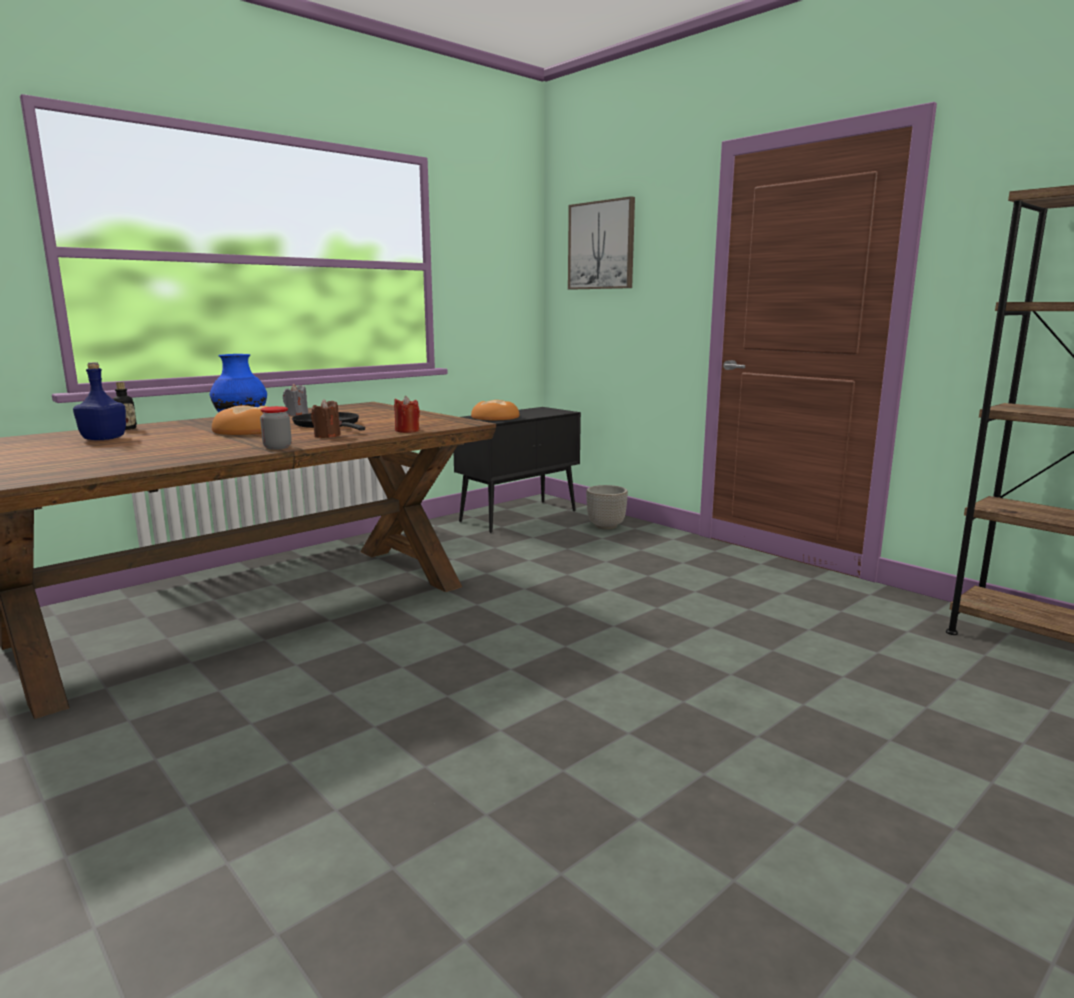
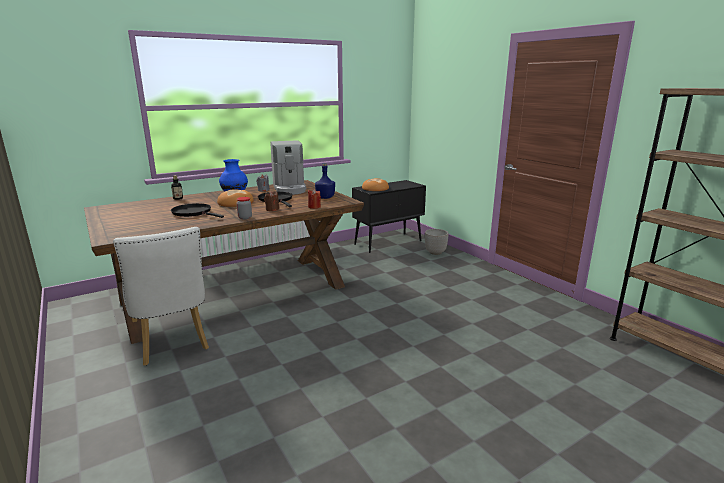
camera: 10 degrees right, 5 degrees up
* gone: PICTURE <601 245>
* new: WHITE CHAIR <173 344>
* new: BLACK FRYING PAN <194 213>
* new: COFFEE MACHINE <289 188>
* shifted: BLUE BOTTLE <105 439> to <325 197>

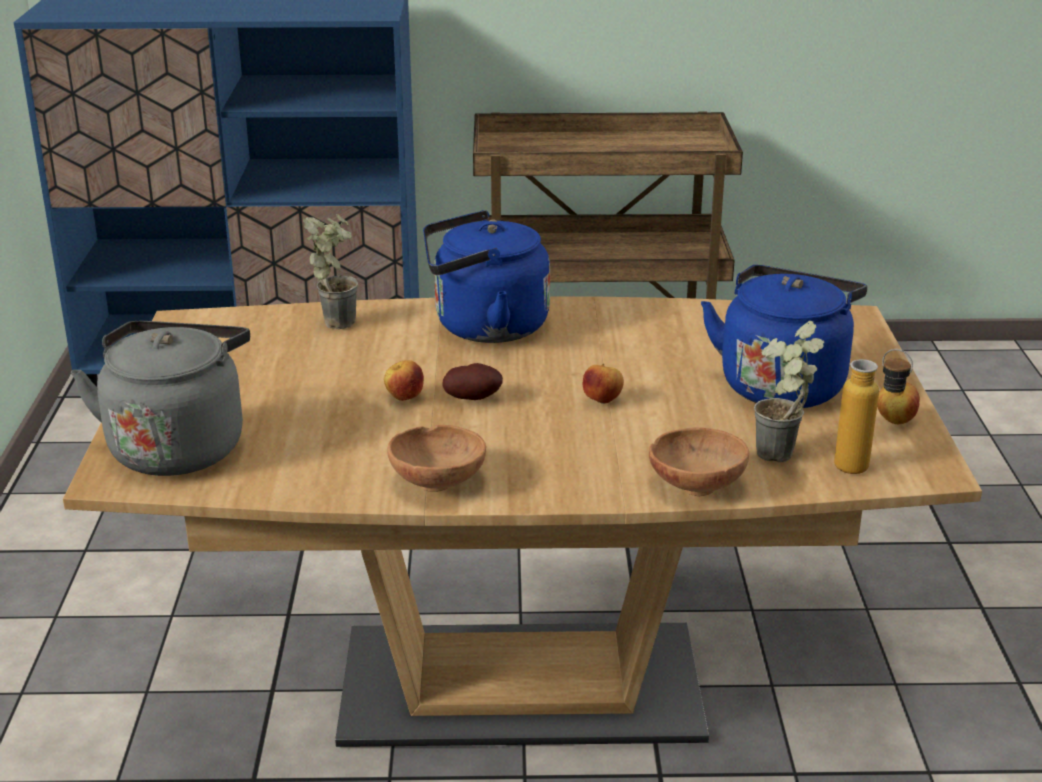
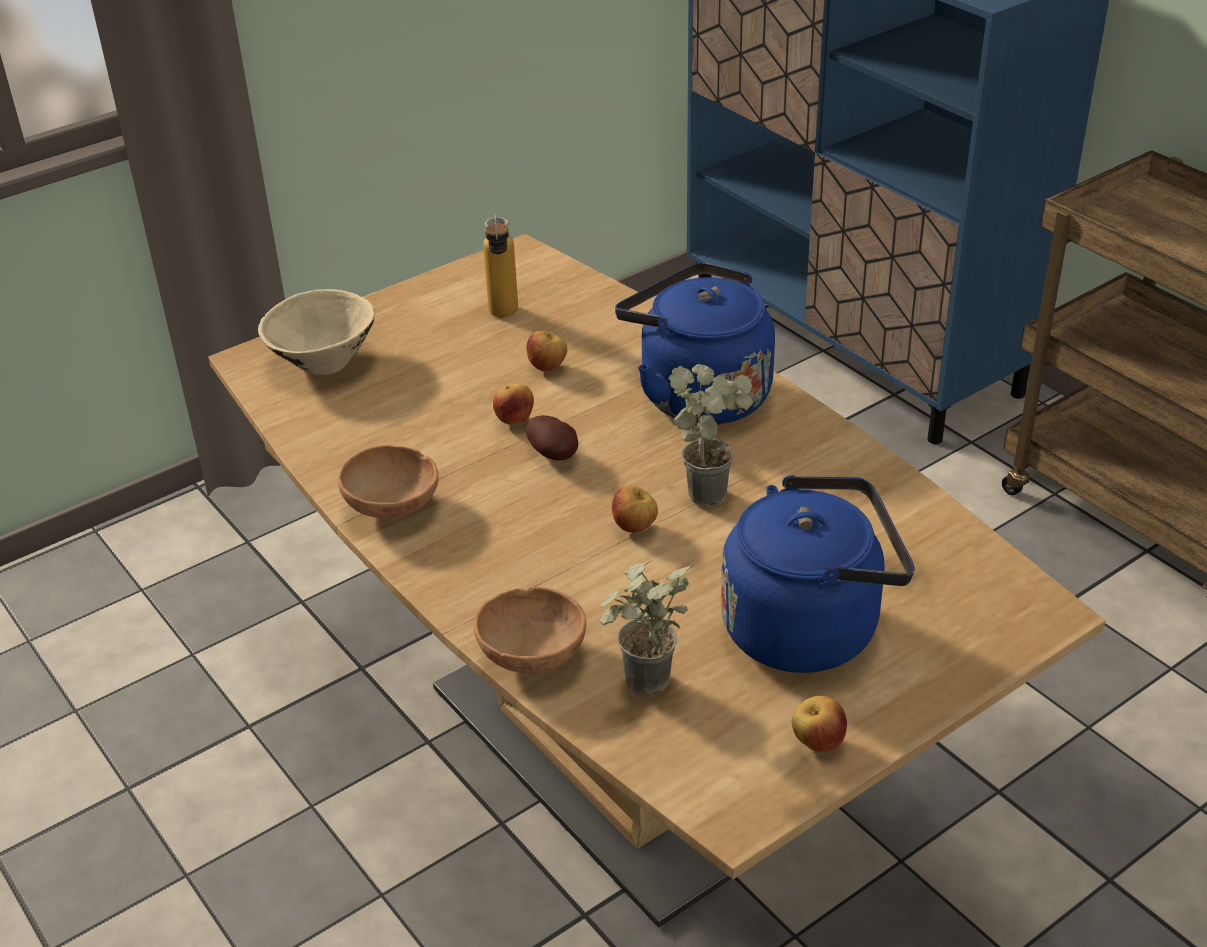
camera: 55 degrees right, 10 degrees up
* new: APPLE <548 368>
* shifted: POTTED PLANT <337 320> to <712 489>
* shifted: BOTTLE <865 470> to <503 317>
* swapped: GREY KETTLE <178 446> to BEIGE BOWL <324 360>

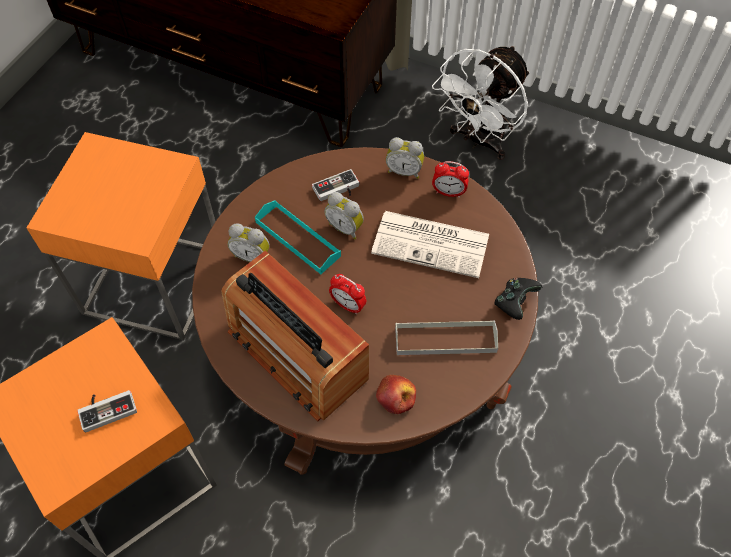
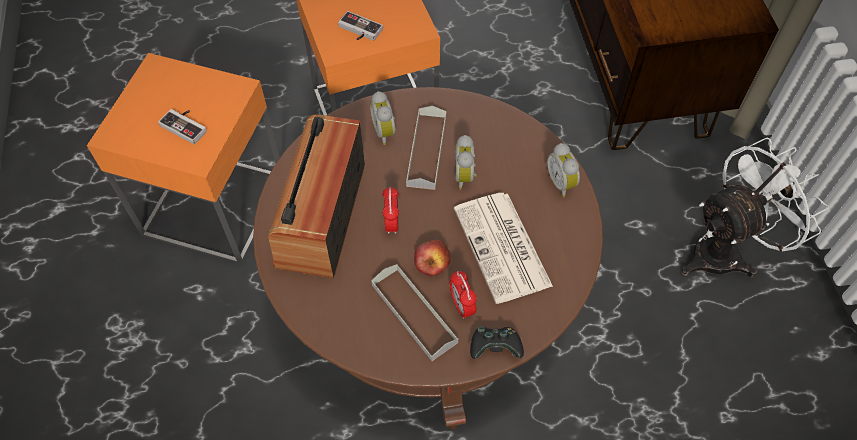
camera: 55 degrees right, 0 degrees up
* shifted: GAME CONTROLLER <337 190> to <358 31>
* shifted: APPLE <396 397> to <432 261>
* shifted: ALARM CLOCK <448 192> to <462 305>
* repainted: TURQUOISE TRAY <297 239> to GREY TRAY <426 150>
* rotated: WHITE FAN <479 141> = <725 251> 150 degrees clockwise

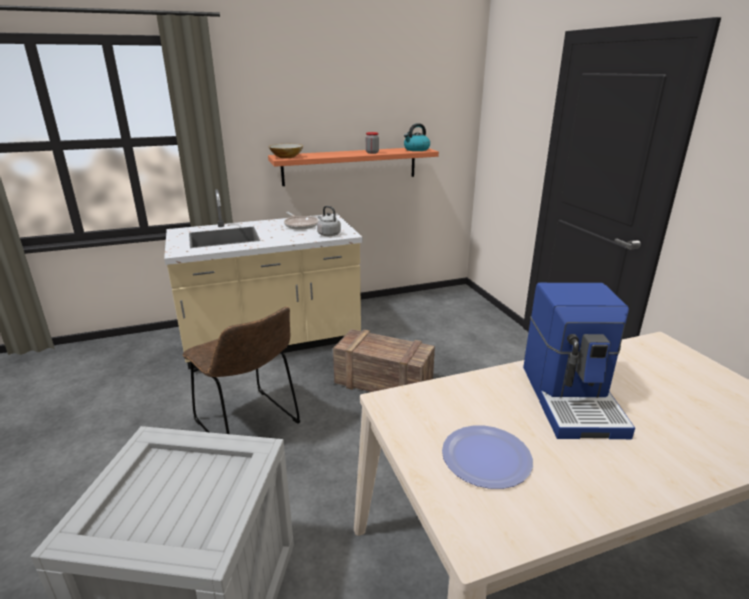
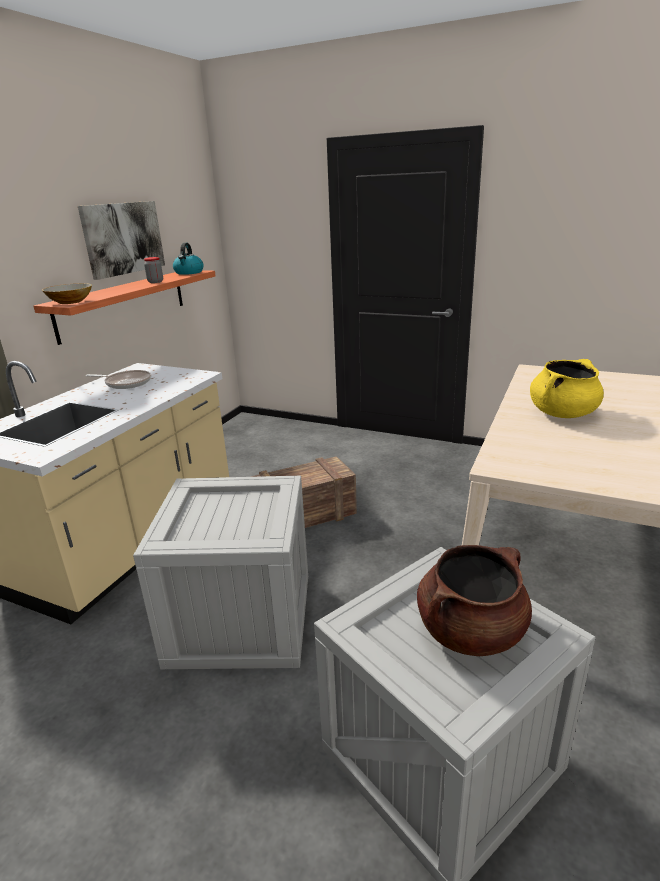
camera: 45 degrees left, 0 degrees up
* gone: GREY KETTLE <328 234>
* gone: PLATE <486 458>
* new: PICTURE <123 238>
* new: BROWN COOKING POT <470 631>
* swapped: BROWN CHAIR <250 425> to CRATE <243 619>
* swapped: COFFEE MACHINE <573 399> to YELLOW COOKING POT <562 413>

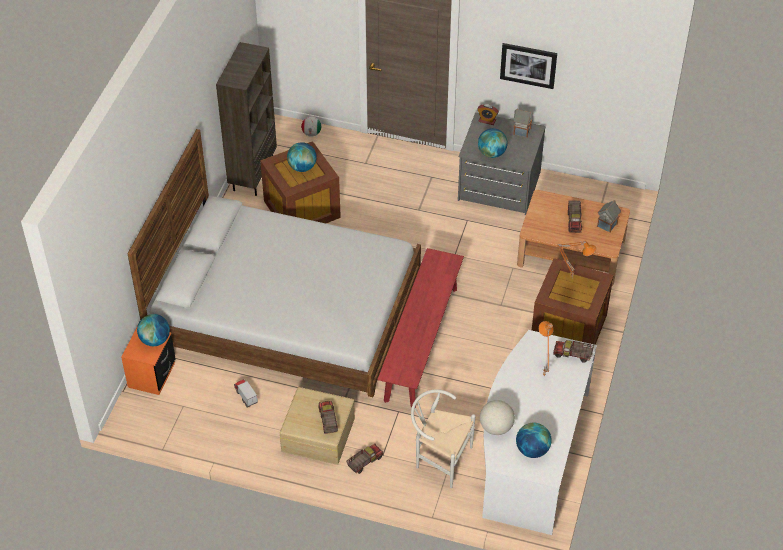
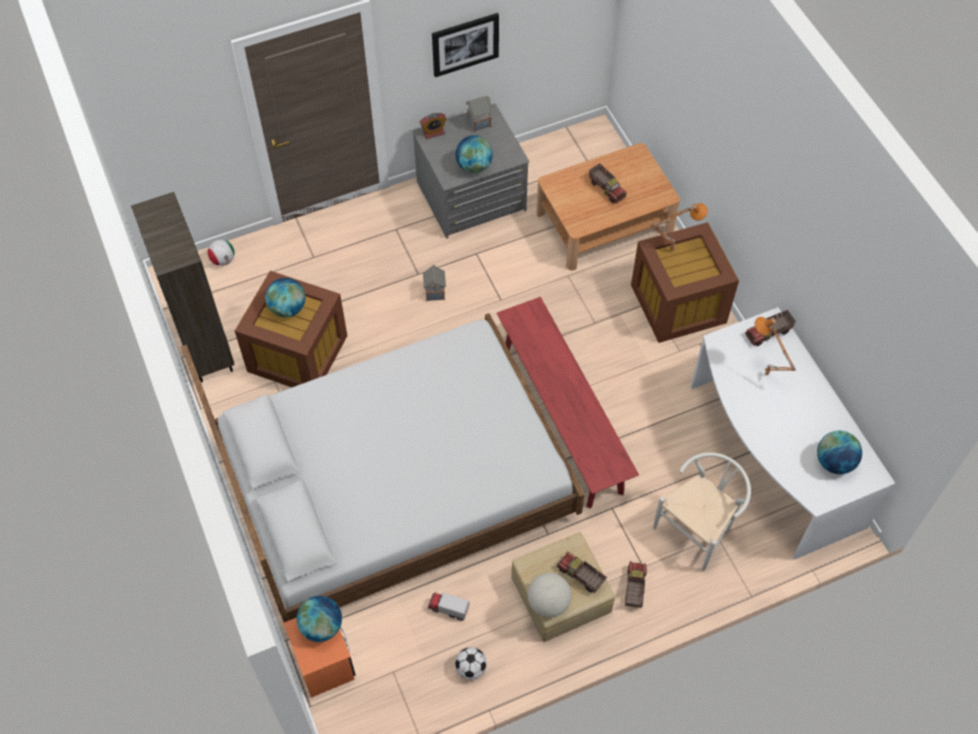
camera: 40 degrees left, 10 degrees up
* new: FOOTBALL <471 668>
* shifted: GLOBE <496 427> to <548 602>
* shifted: TOY HOUSE <607 225> to <435 293>
* rotated: WHITE CHAIR <439 459> = <697 529> 150 degrees clockwise

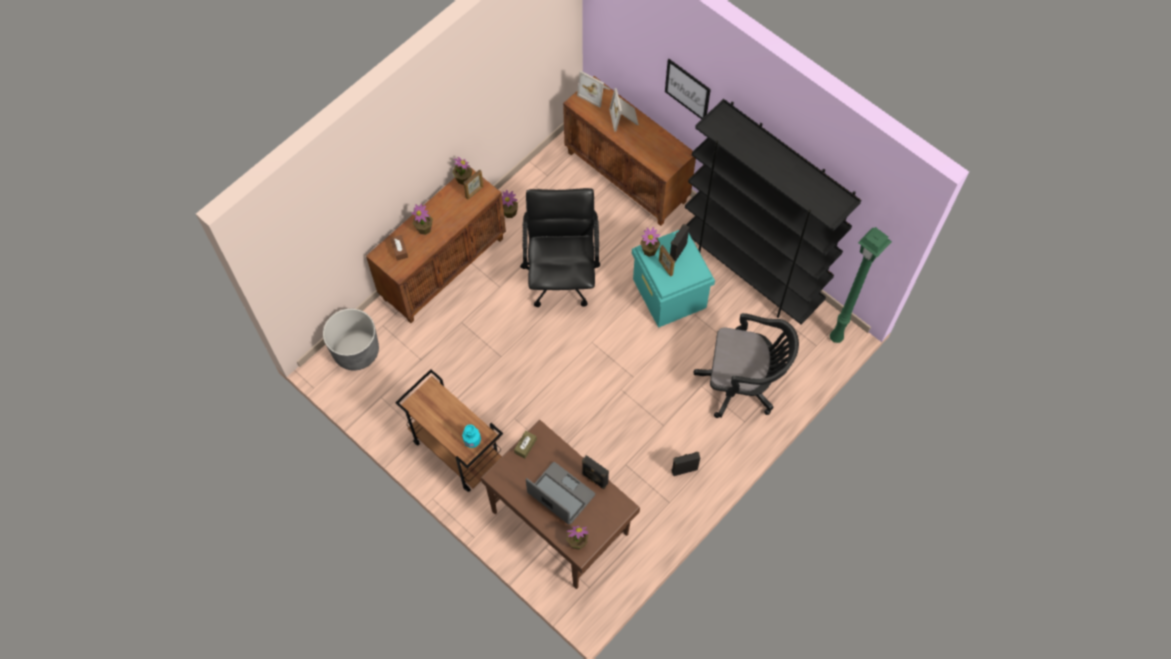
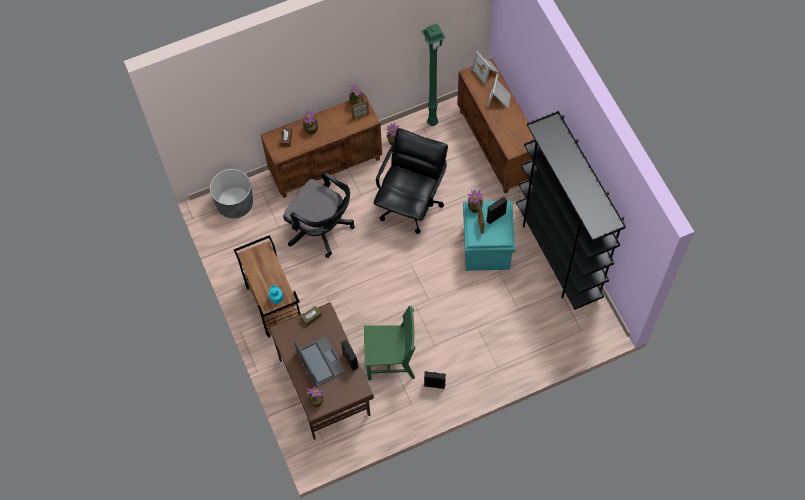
camera: 25 degrees right, 0 degrees up
* gone: PICTURE <687 90>
* new: GREEN CHAIR <391 360>
* shifted: BLACK OFFICE CHAIR <742 383> to <322 229>
* shifted: GREEN FLOOR LAMP <836 339> to <432 123>

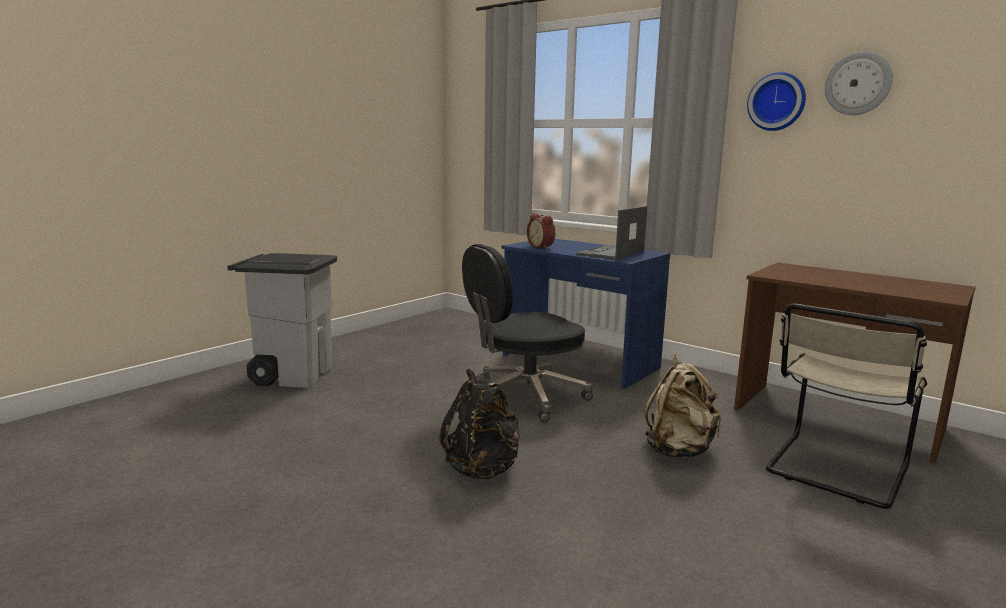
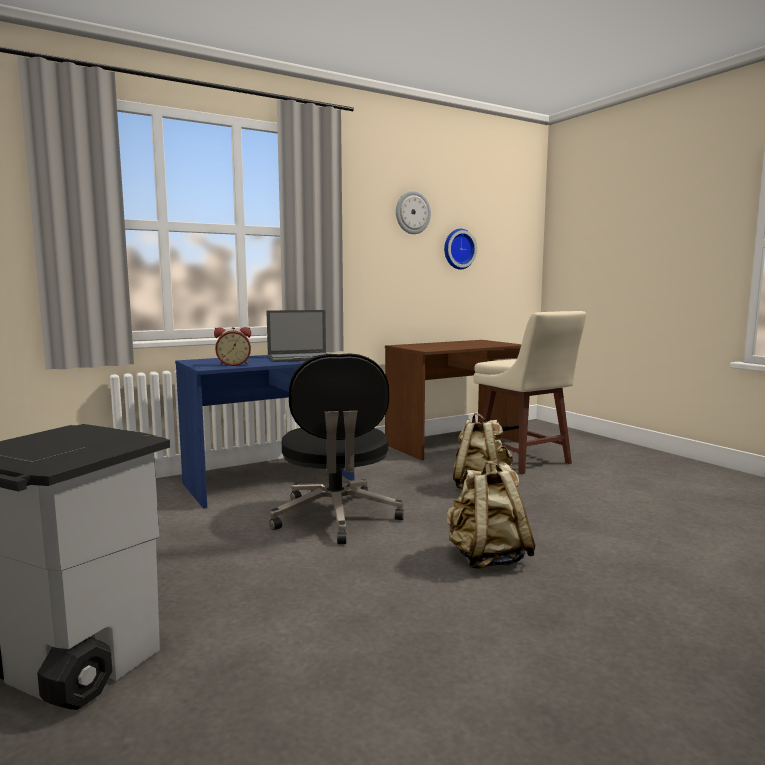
camera: 70 degrees left, 5 degrees down
* shifted: WALL CLOCK <777 102> to <458 249>
* swapped: BEIGE CHAIR <835 471> to BEIGE STOOL <524 461>
* repainted: BLACK BACKPACK <483 468> to BEIGE BACKPACK <487 559>
* rotated: LAPTOP <610 253> = <301 358> 75 degrees counterclockwise

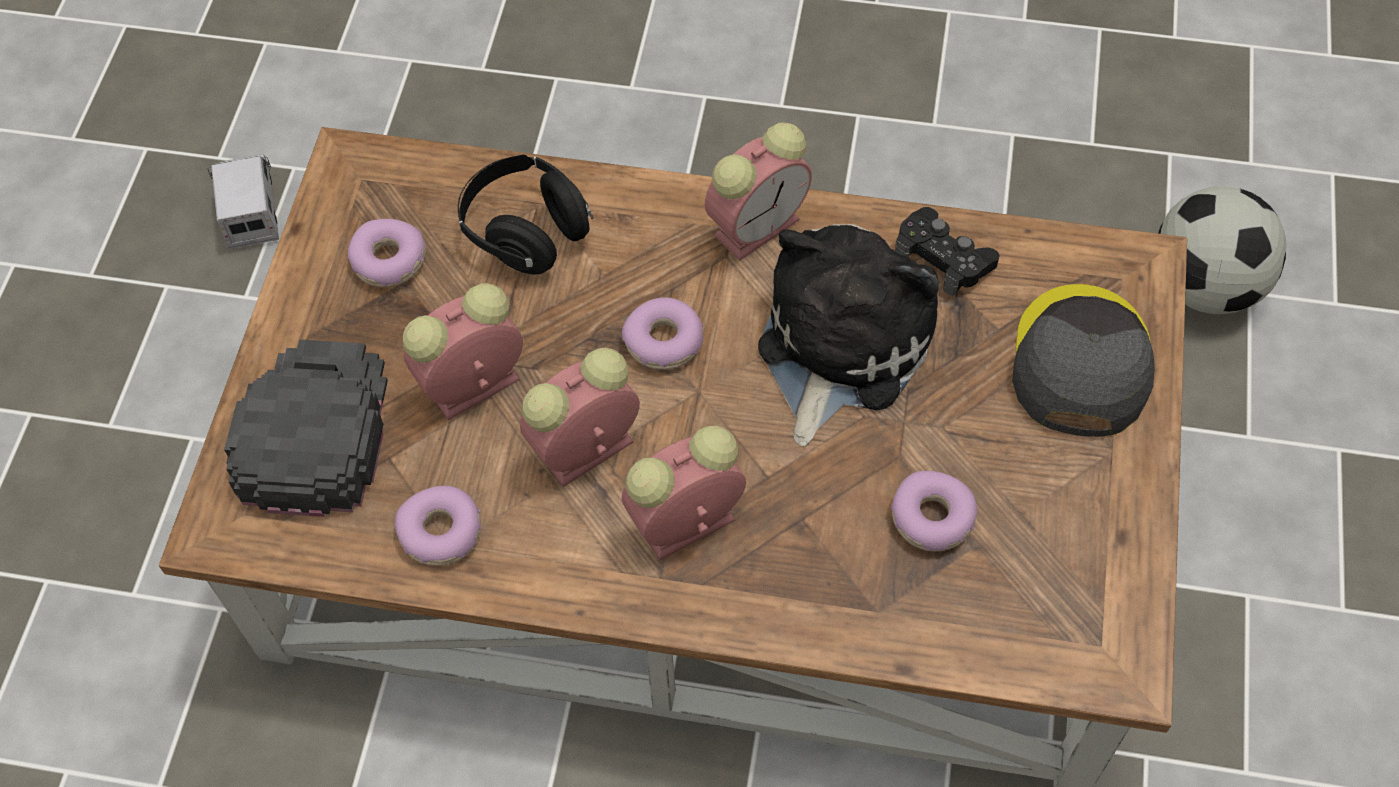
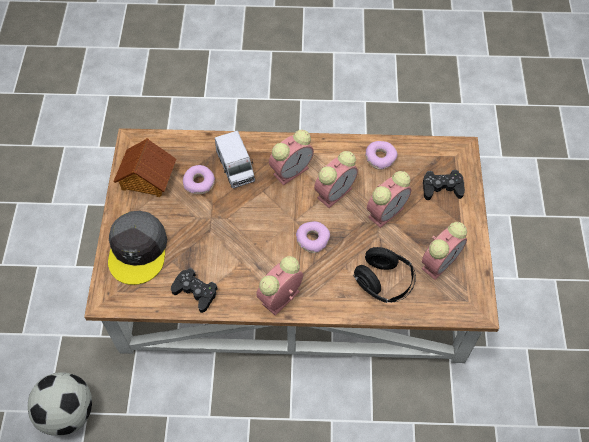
camera: 170 degrees right, 0 degrees up
* gone: PLUSH TOY <839 345>
* new: TOY HOUSE <146 178>
* shifted: TOY TRUCK <251 209> to <235 167>
* swapped: BLACK CAP <314 430> to BLACK GAME CONTROLLER <441 188>
* swapped: DONUT <389 261> to ALARM CLOCK <440 261>

